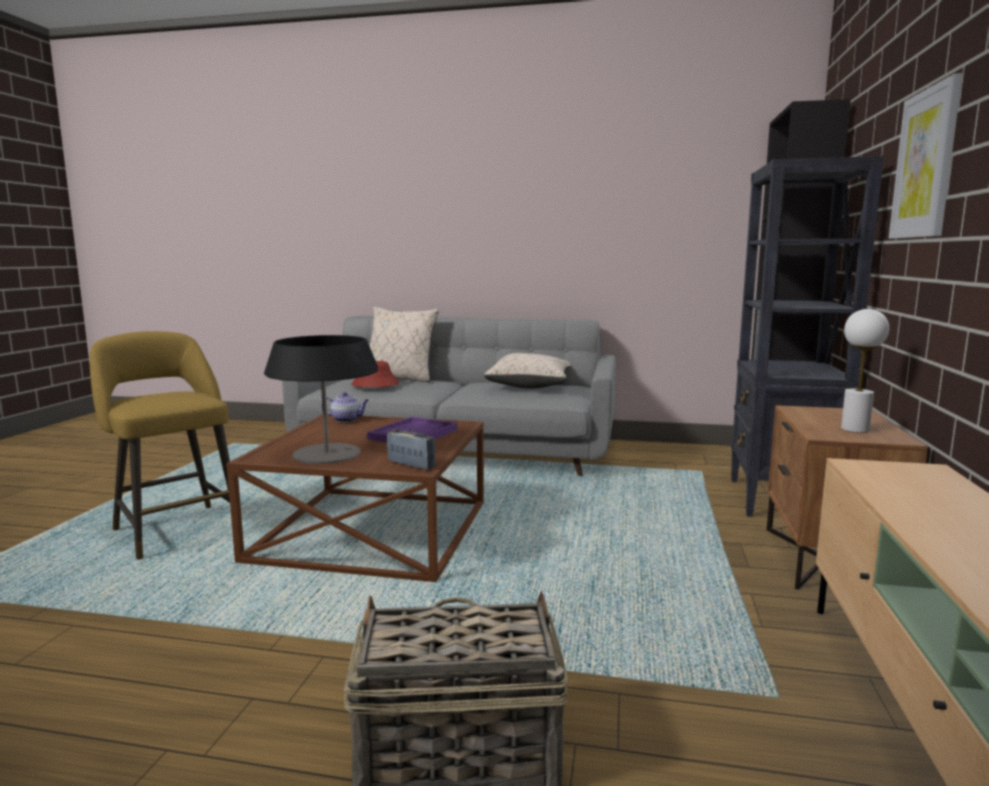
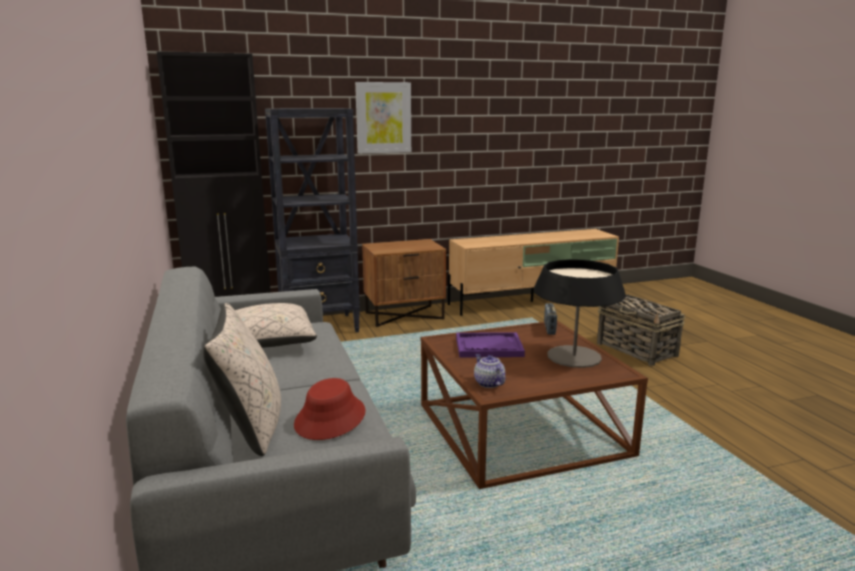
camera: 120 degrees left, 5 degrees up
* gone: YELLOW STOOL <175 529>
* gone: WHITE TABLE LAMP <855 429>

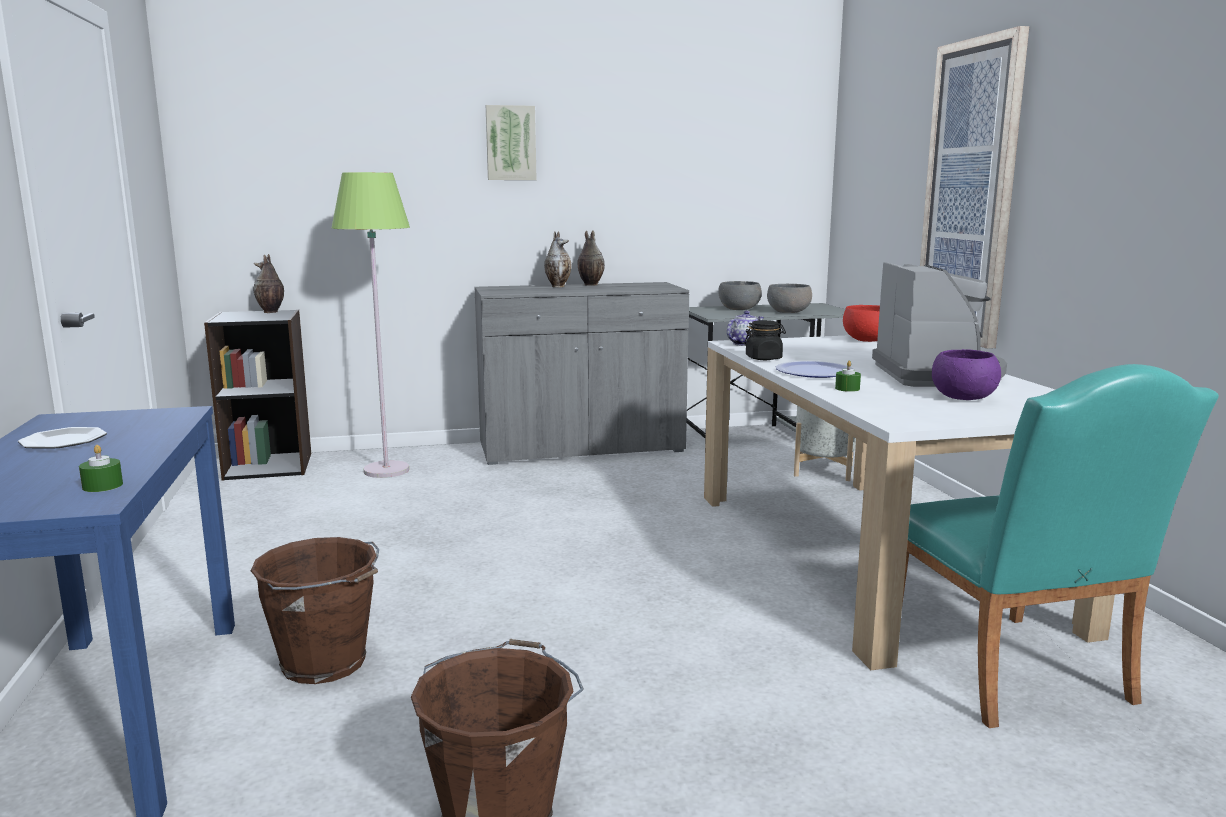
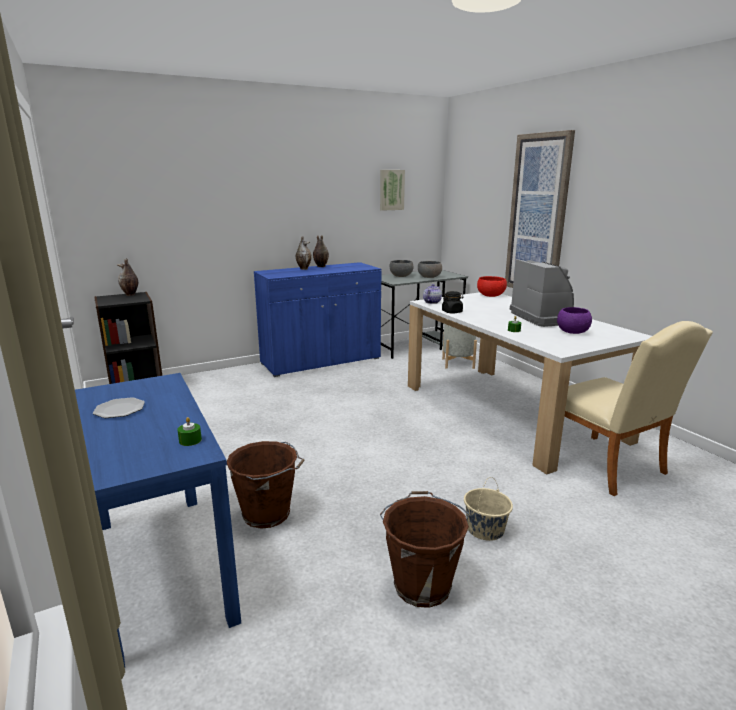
camera: 15 degrees left, 5 degrees up
* gone: GREEN FLOOR LAMP <386 470>
* gone: PLATE <814 372>
* new: BEIGE BUCKET <485 529>
* shifted: PICTURE <510 143> to <391 190>
* repainted: GREY CABINET <581 448> to BLUE CABINET <321 361>
* repainted: TURQUOISE CHAIR <1014 675> to BEIGE CHAIR <609 467>

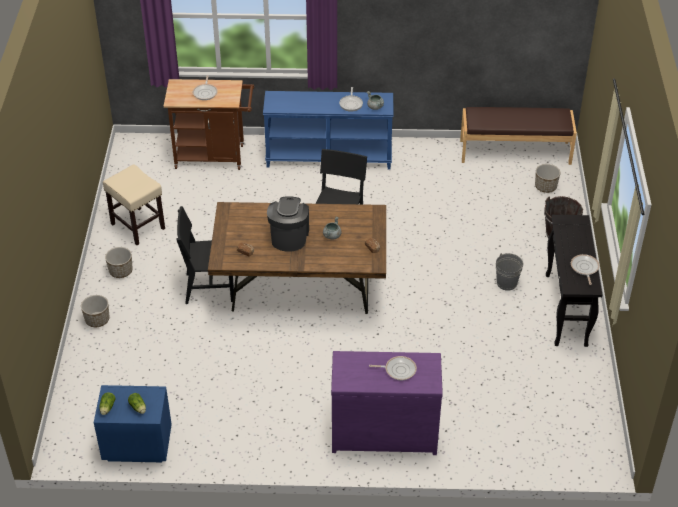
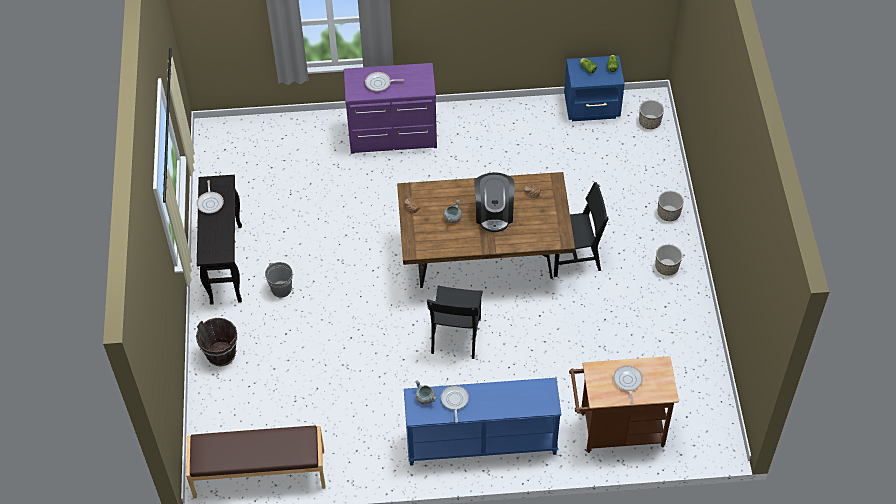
camera: 175 degrees right, 10 degrees up
* gone: BEIGE STOOL <138 226>
* shifted: PLANTER <545 187> to <649 122>

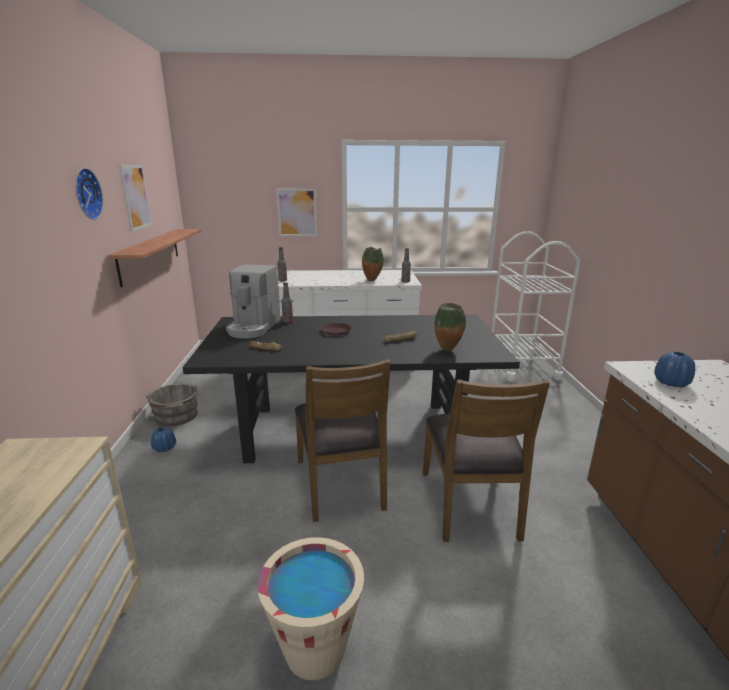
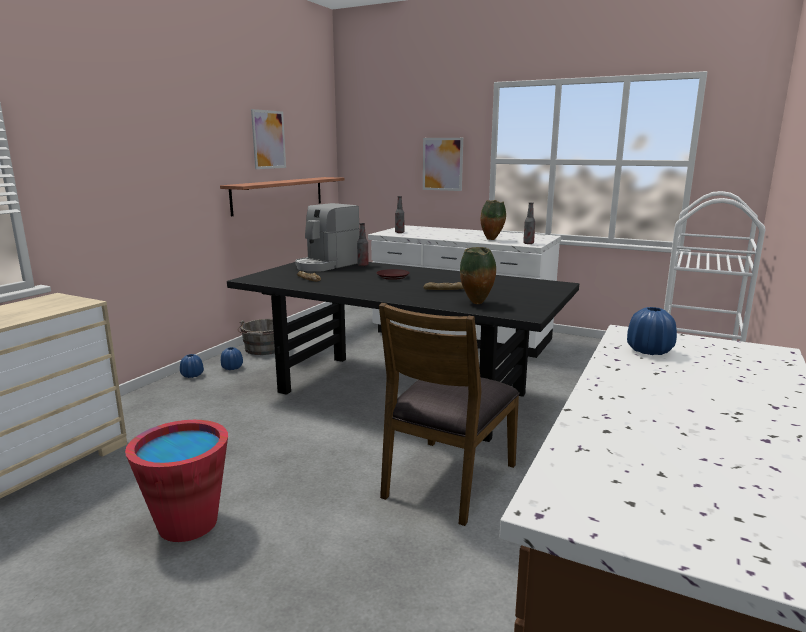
camera: 30 degrees right, 5 degrees down
* gone: WALL CLOCK <85 194>
* gone: BROWN CHAIR <341 483>
* new: BLUE VASE <192 375>
* repainted: BEIGE BUCKET <315 649> to RED BUCKET <188 523>

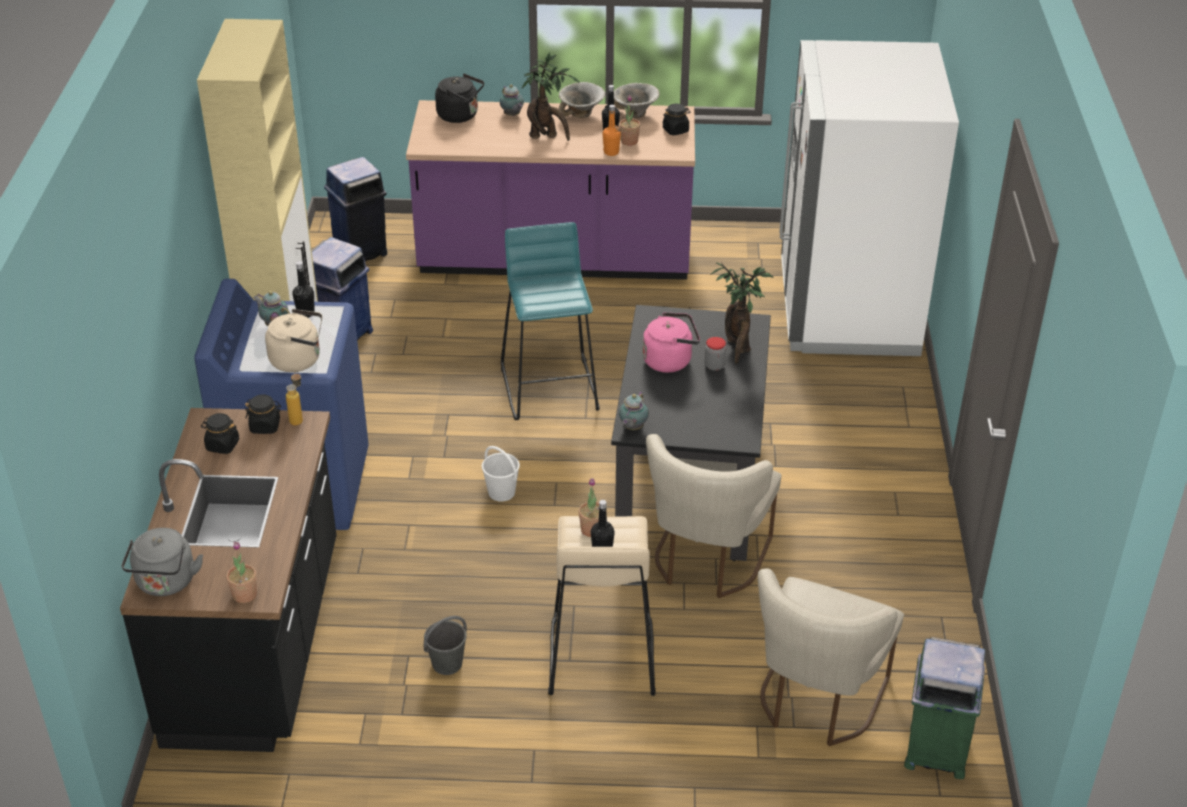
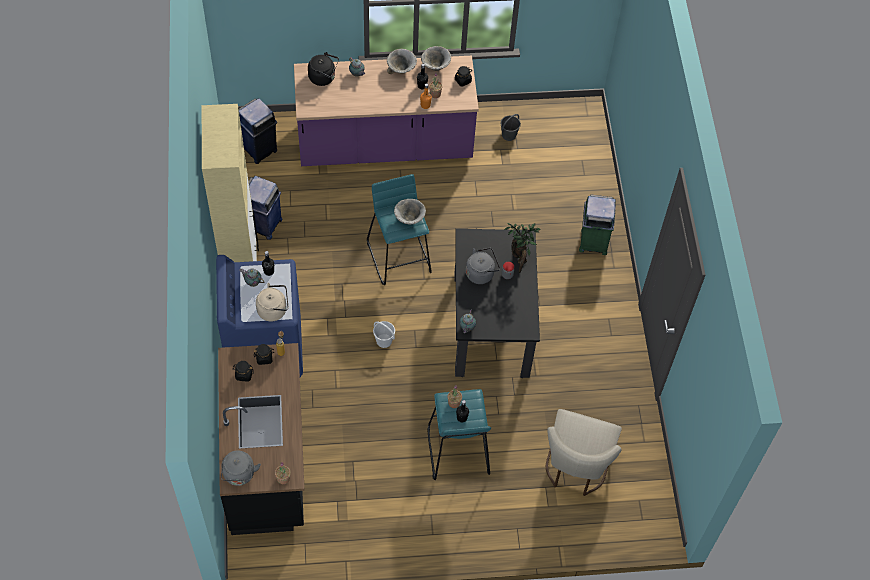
camera: 10 degrees left, 20 degrees up
* gone: POTTED PLANT <547 136>
* gone: BEIGE CHAIR <706 561>
* gone: WHITE FRIDGE <847 310>
* new: BOWL <409 219>
* shifted: GREY BUCKET <446 664> to <508 135>
* shifted: GREEN TRASH CAN <935 751> to <593 242>
* repainted: BEIGE STOOL <600 657> to TURQUOISE STOOL <457 451>
* repainted: PINK KETTLE <670 360> to GREY KETTLE <481 273>

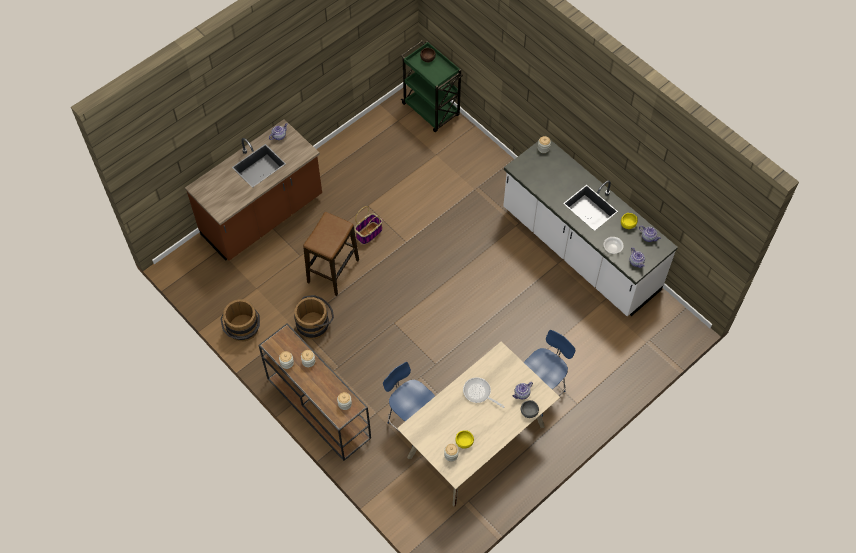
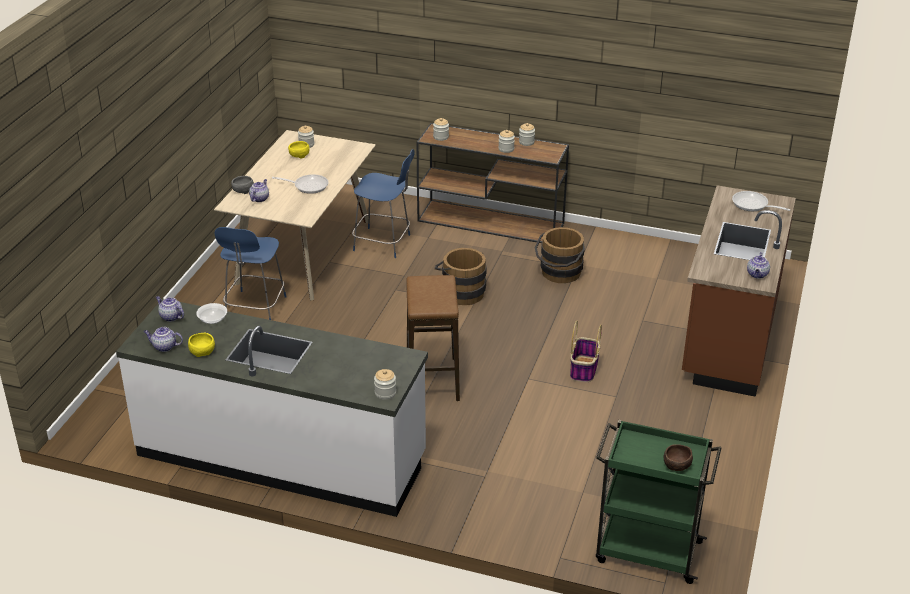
camera: 150 degrees right, 25 degrees down
* new: FRYING PAN <753 205>
* shifted: BROWN BUCKET <243 331> to <461 291>
* shifted: STOOL <333 271> to <432 380>

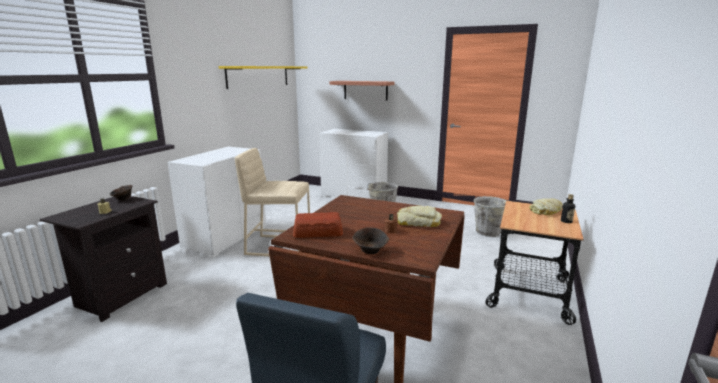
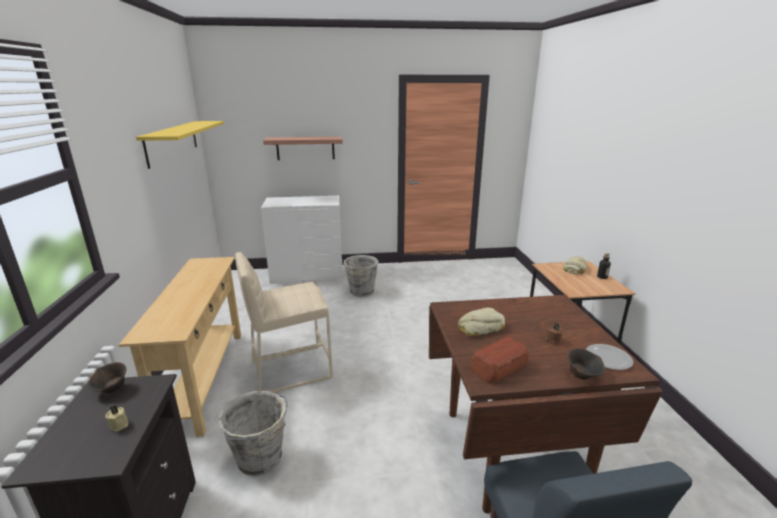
camera: 30 degrees left, 5 degrees up
* new: PLATE <607 358>
* shifted: BREAD <418 222> to <480 327>
* shifted: GREY BUCKET <488 232> to <261 459>
* swapped: WHITE DRESSER <225 237> to BEIGE CONSOLE TABLE <205 379>

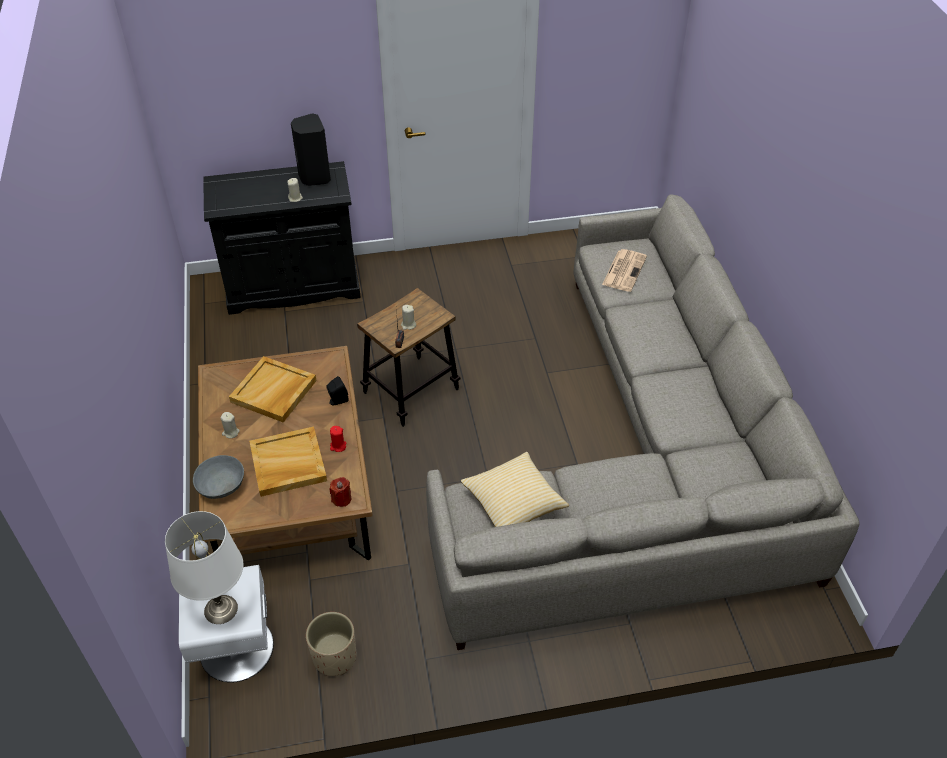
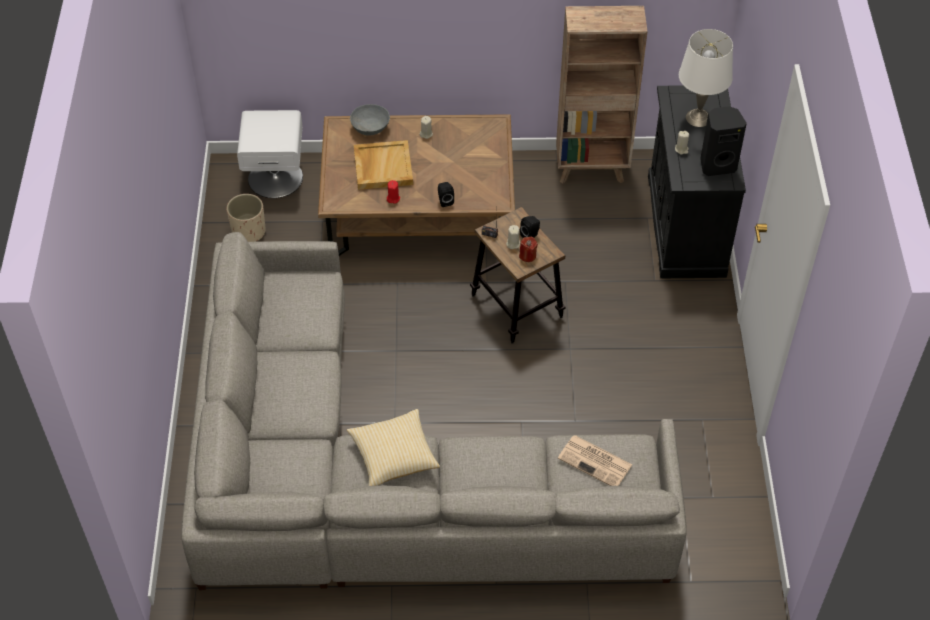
camera: 100 degrees right, 5 degrees up
* gone: BEIGE TRAY <274 392>
* new: BLACK SPEAKER <530 235>
* new: BROWN BOOKCASE <592 169>
* shifted: WHITE TABLE LAMP <221 609> to <698 118>
* shifted: RED CANDLE <341 499> to <527 256>
* shifted: PILLOW <513 503> to <394 456>

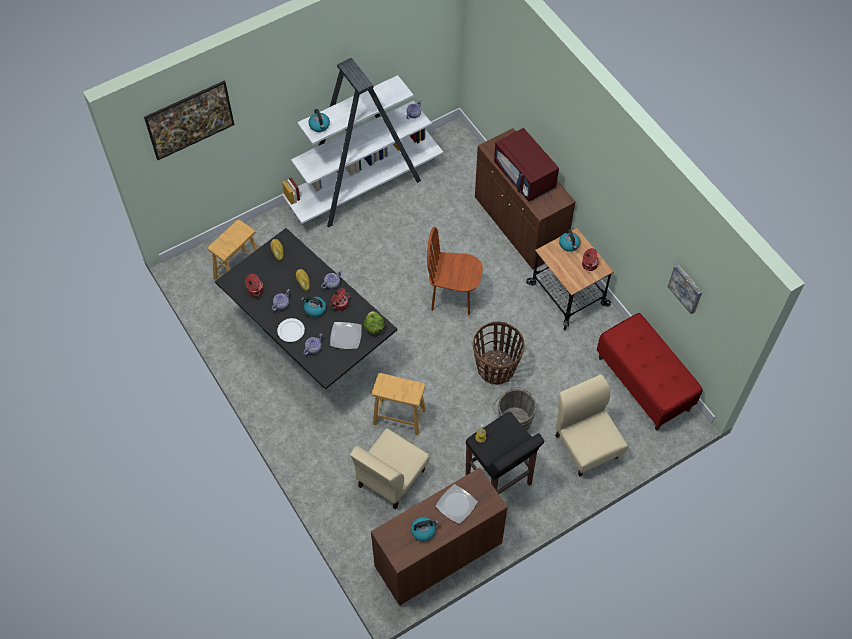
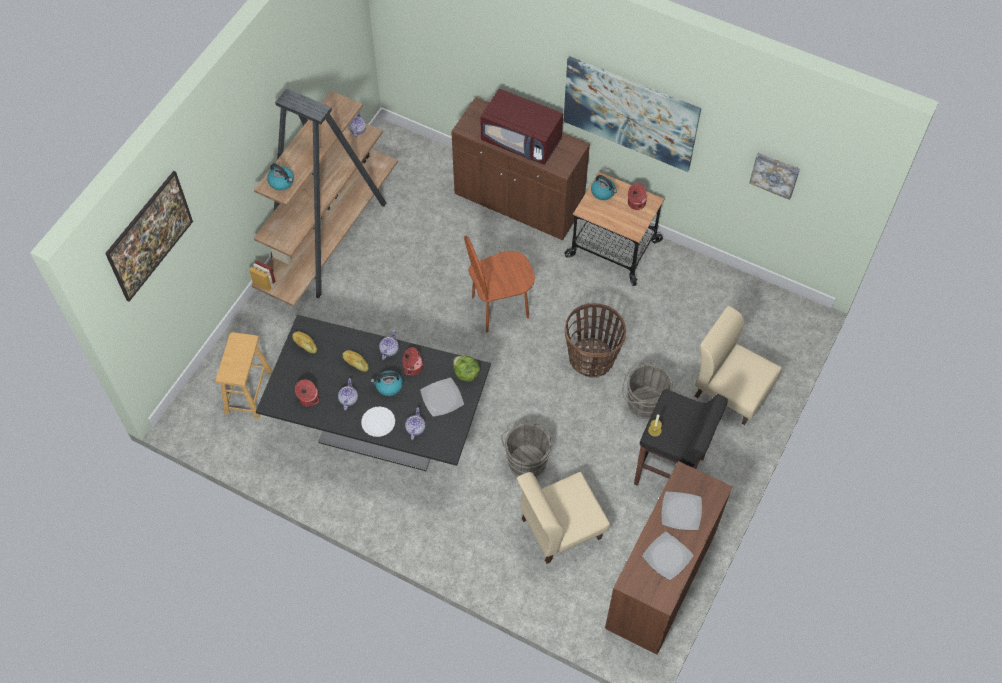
camera: 30 degrees left, 0 degrees up
* gone: RED BENCH <644 383>
* new: PICTURE <630 113>
* swapped: BROWN STOOL <399 416> to GREY BUCKET <526 459>
* swapped: KETTLE <423 530> to PLATE <666 557>
* repainted: WHITE BOOKCASE <364 186> to BROWN BOOKCASE <329 236>
* rotated: BEIGE CHAIR <390 478> = <560 528> 60 degrees clockwise

